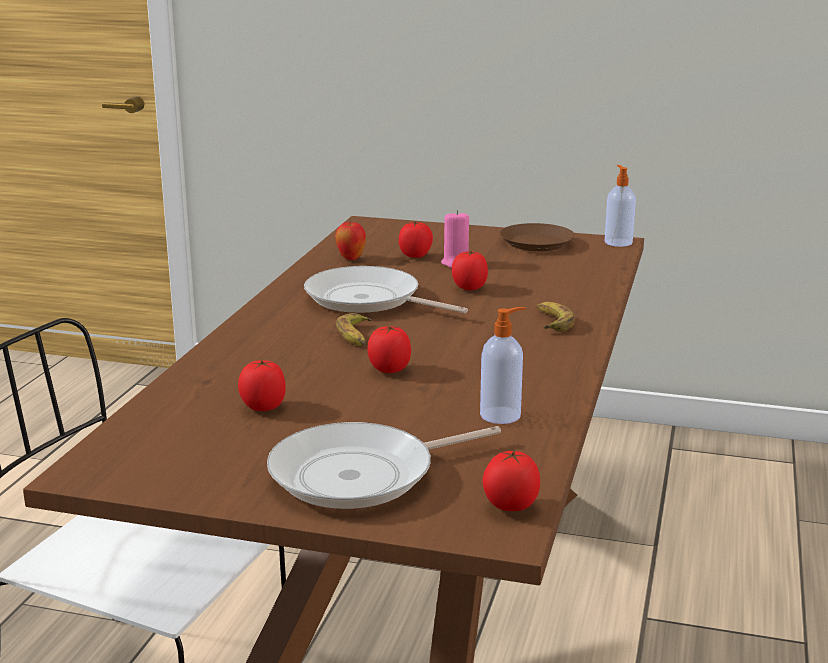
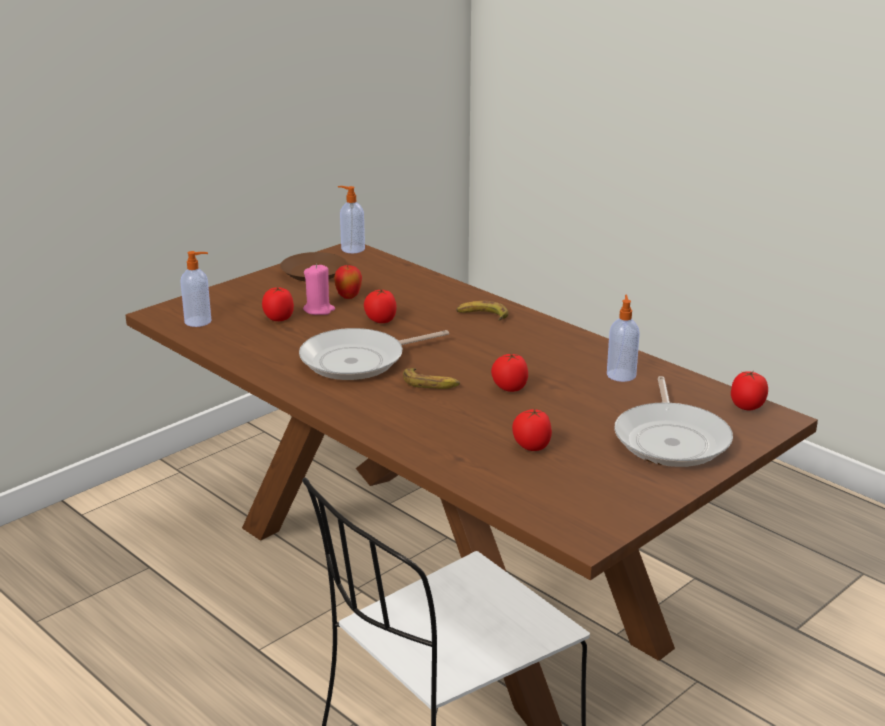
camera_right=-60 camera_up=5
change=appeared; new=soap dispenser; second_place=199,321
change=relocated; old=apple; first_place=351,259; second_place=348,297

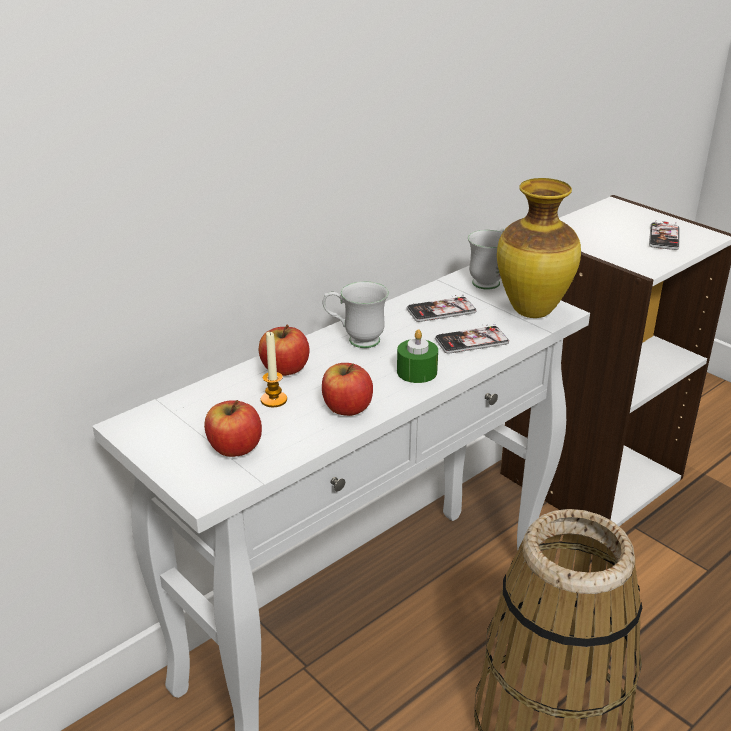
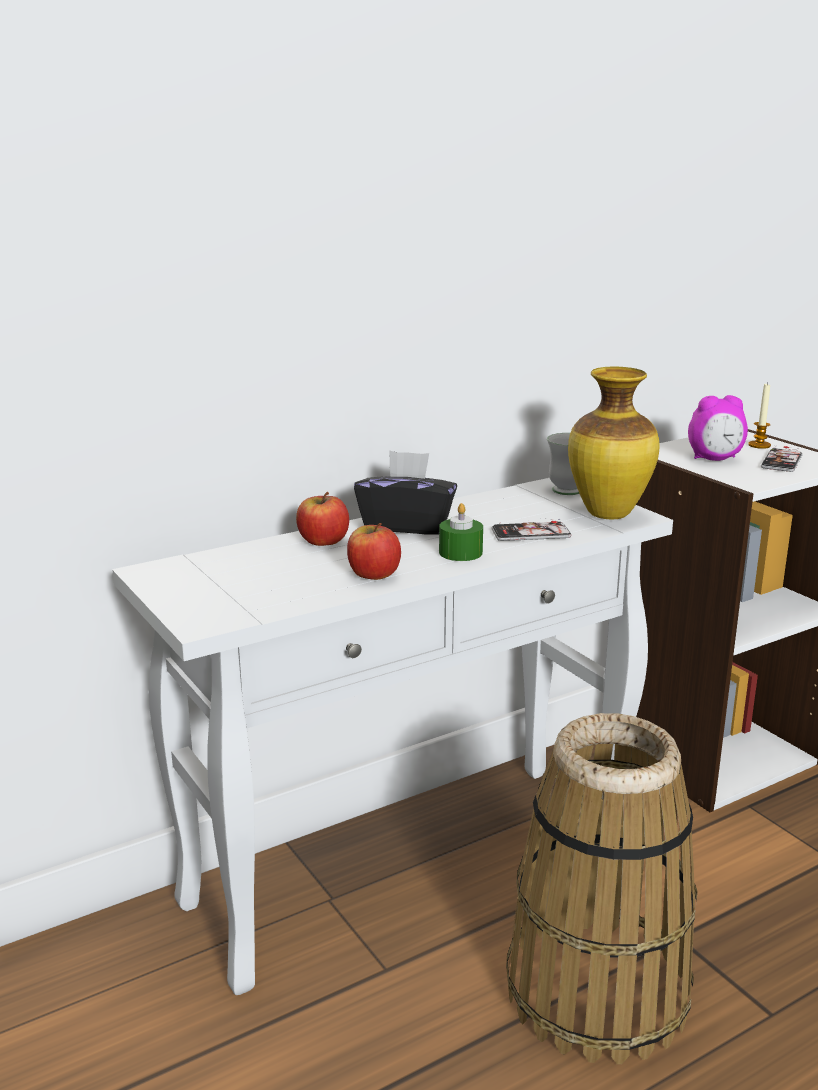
camera_right=10 camera_up=-10
change=missing; old=apple; first_place=234,448
change=missing; old=phone; first_place=441,311
change=appeared; new=alarm clock; second_place=715,459
change=relocated; old=candle; first_place=274,400; second_place=759,445
change=exchanged; old=mug (white); new=tissue box (black); first_place=355,340; second_place=407,525

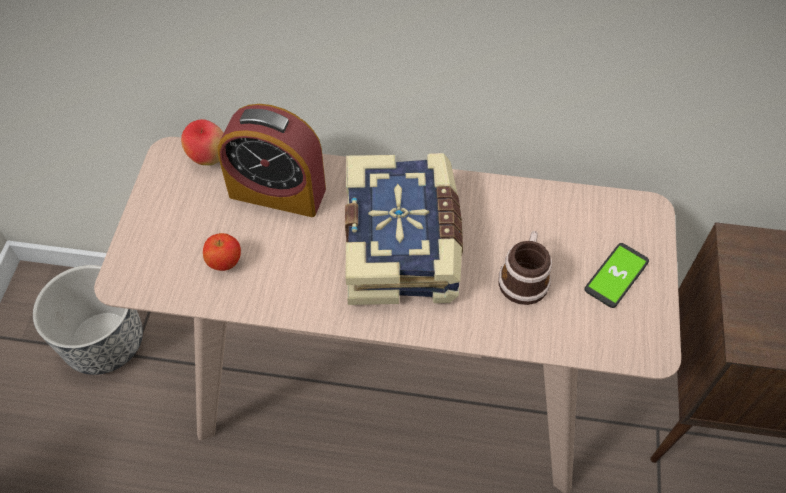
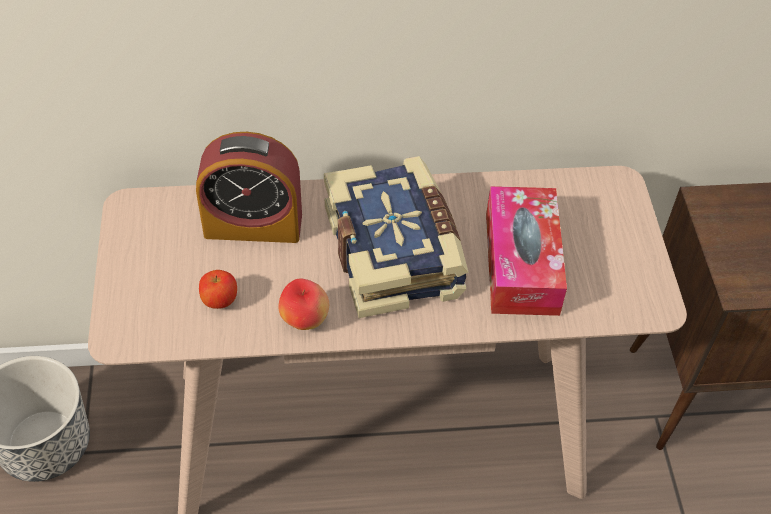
camera_right=-15 camera_up=-5
change=missing; old=phone; first_place=616,276
change=relocated; old=apple; first_place=209,158; second_place=304,320
change=exchanged; old=mug; new=tissue box; first_place=524,277; second_place=521,263

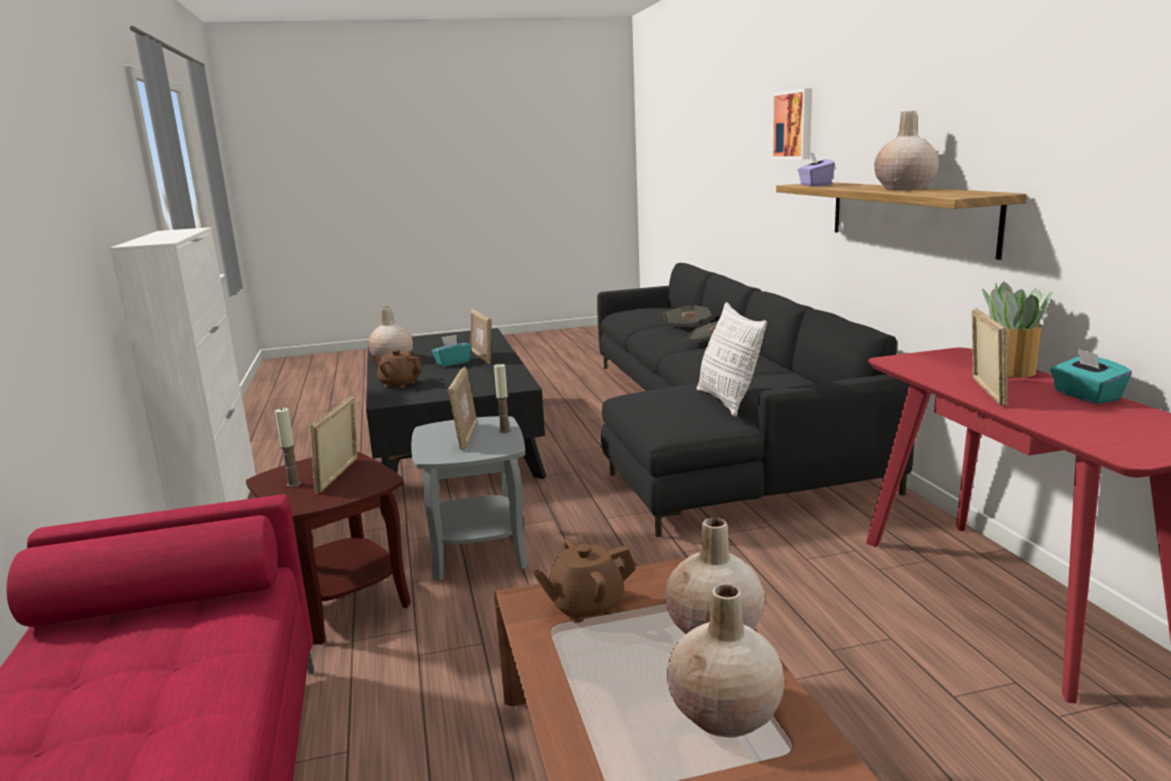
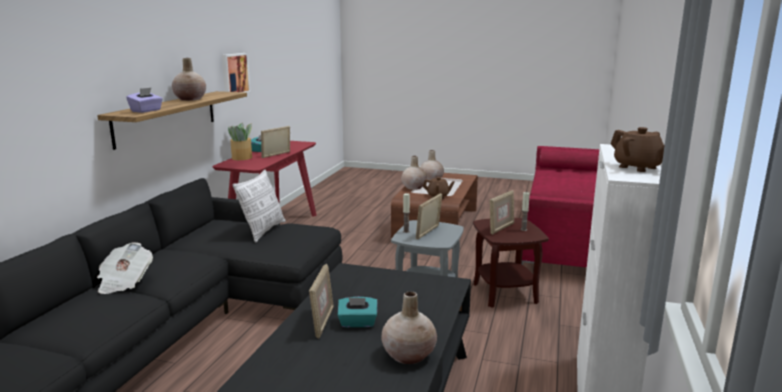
camera_right=-150 camera_up=0
change=missing; old=newspaper; first_place=687,329
change=relocated; old=teapot (brown); first_place=399,384; second_place=638,167
change=relocated; old=picture; first_place=794,125; second_place=234,74

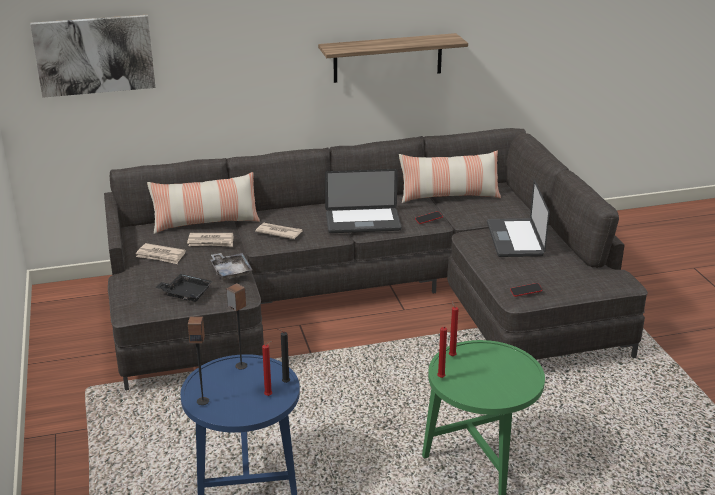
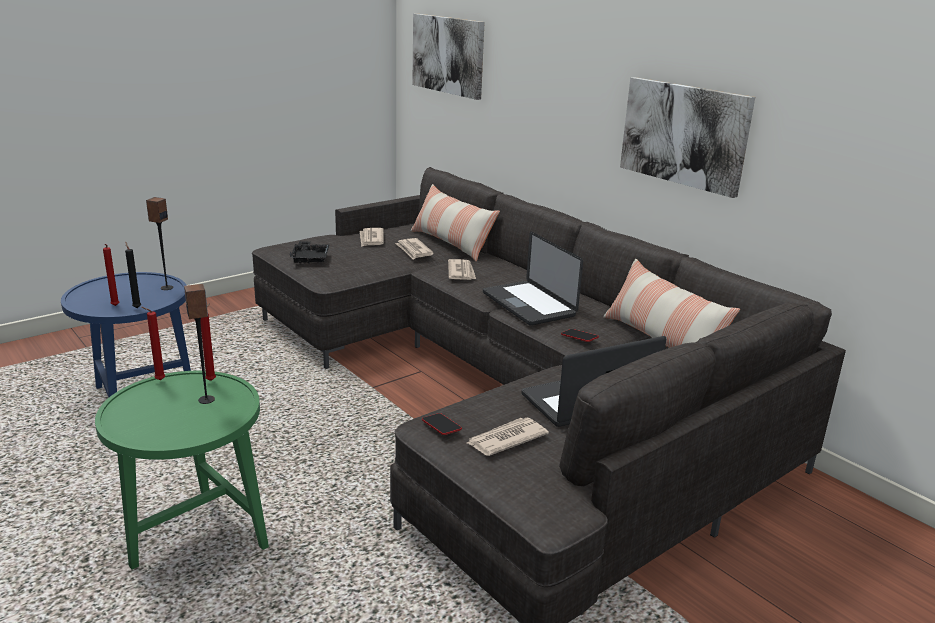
camera_right=65 camera_up=-5
change=missing; old=tray (grey); first_place=230,271
change=appeared; new=newspaper; second_place=505,439
change=relocated; old=speaker; first_place=203,401; second_place=207,399
change=exchanged; old=shelf; new=picture; first_place=388,58; second_place=684,134

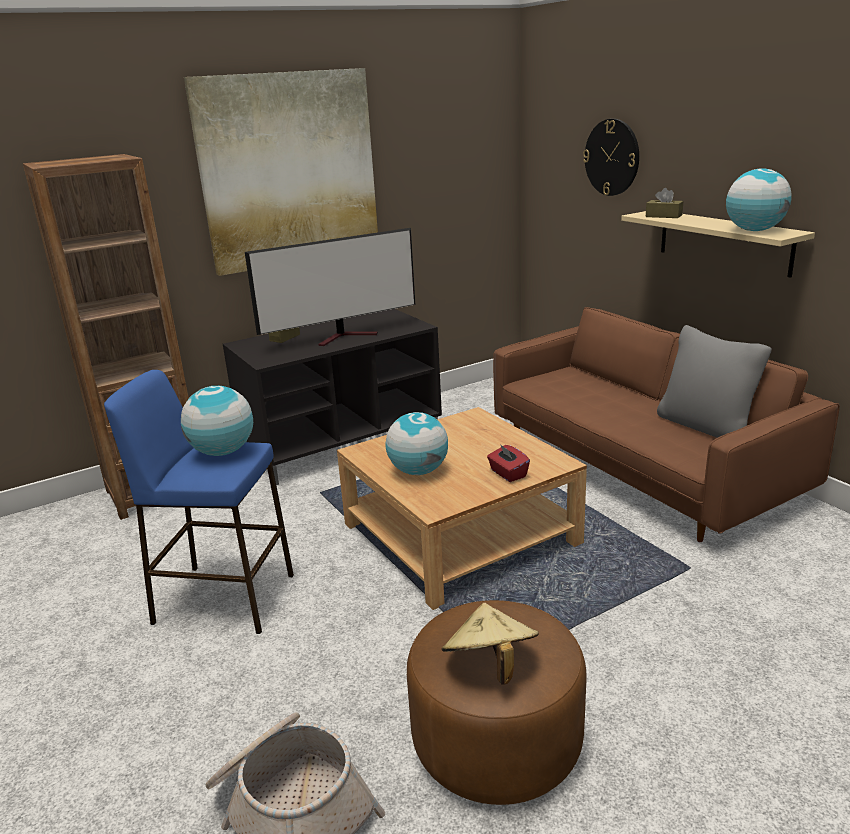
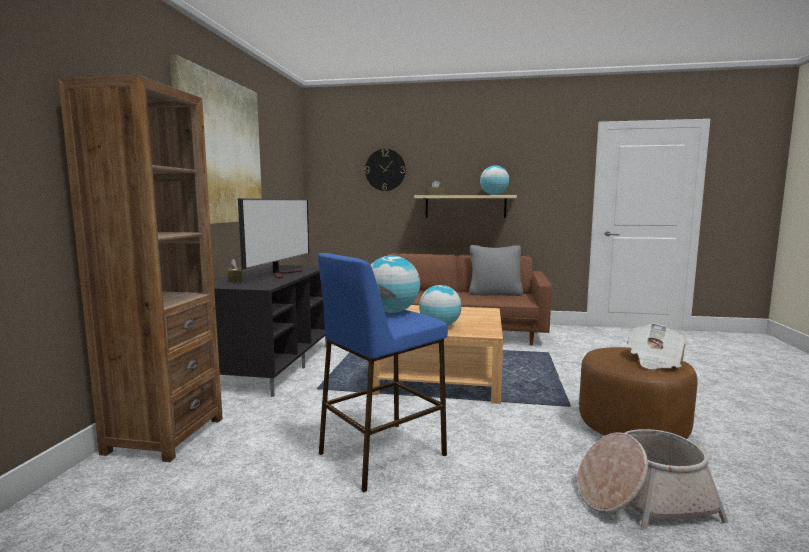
camera_right=-50 camera_up=-15
change=missing; old=tissue box (red); first_place=508,474
change=exchanged; old=hat (beige); new=newspaper; first_place=490,666; second_place=655,361

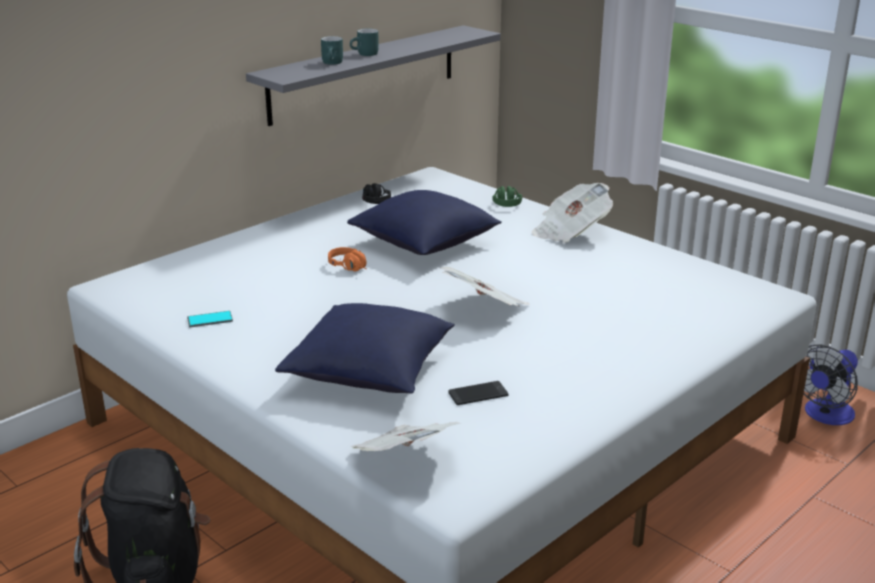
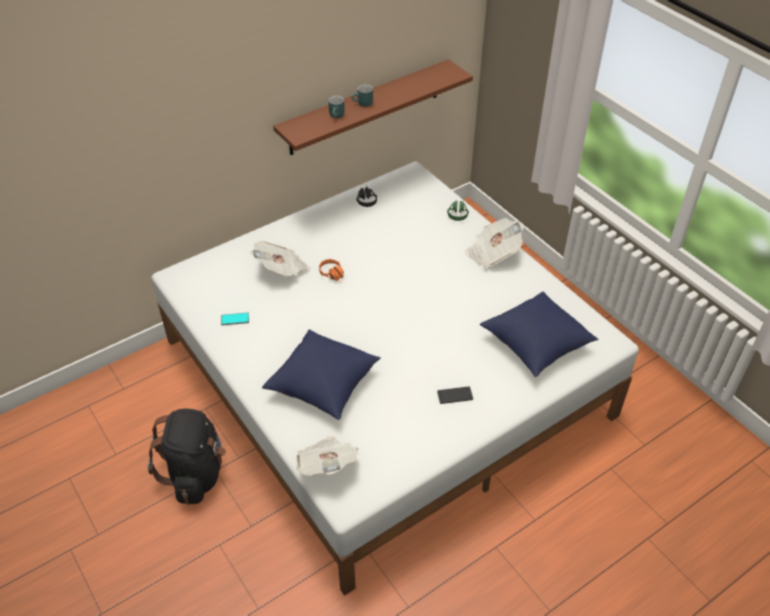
camera_right=10 camera_up=20
change=missing; old=fan; first_place=825,415
change=relocated; old=pillow (blue); first_place=425,244; second_place=536,344
change=relocated; old=newspaper; first_place=485,309; second_place=282,270
change=relocated; old=phone; first_place=478,394; second_place=455,395
change=colour; old=shelf (grey); new=shelf (brown); first_place=364,73; second_place=365,107

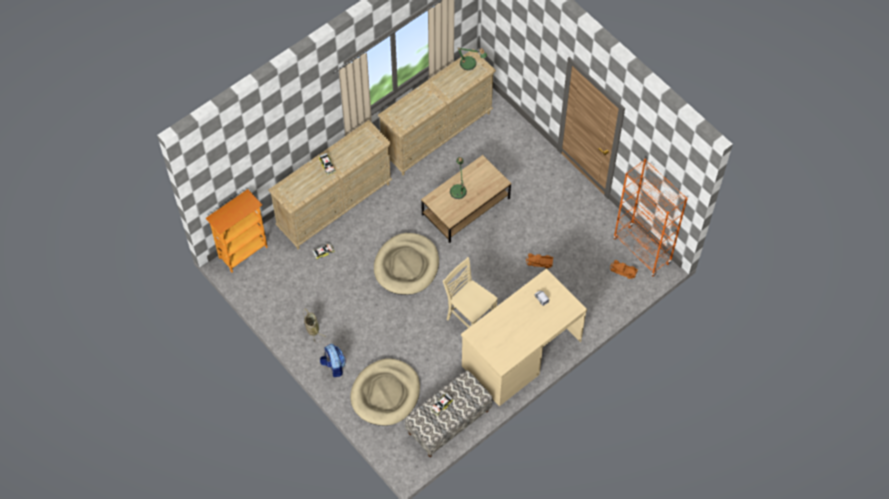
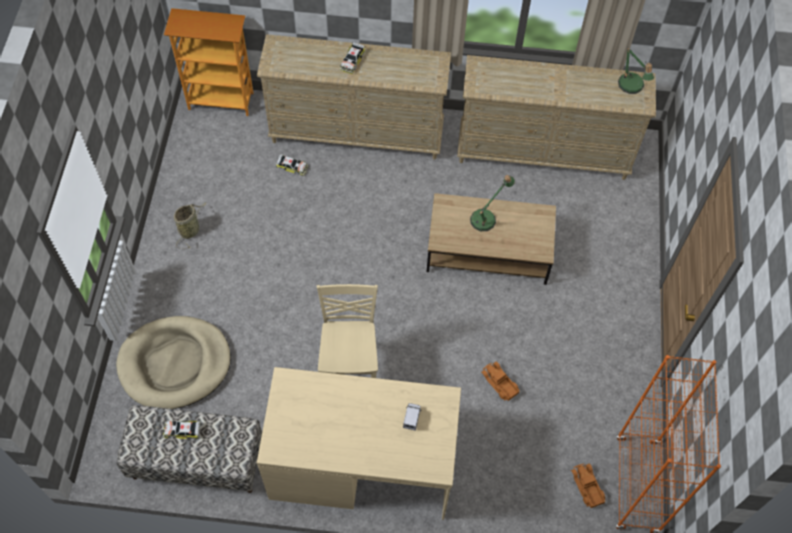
camera_right=45 camera_up=0
change=missing; old=backpack; first_place=333,366
change=missing; old=dog bed (beige); first_place=406,266

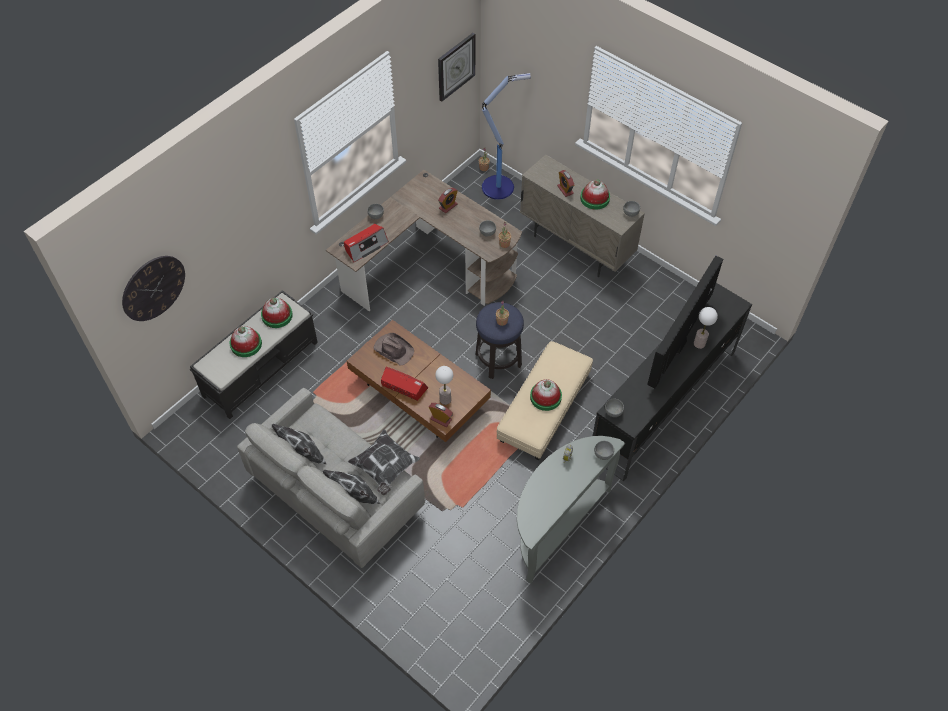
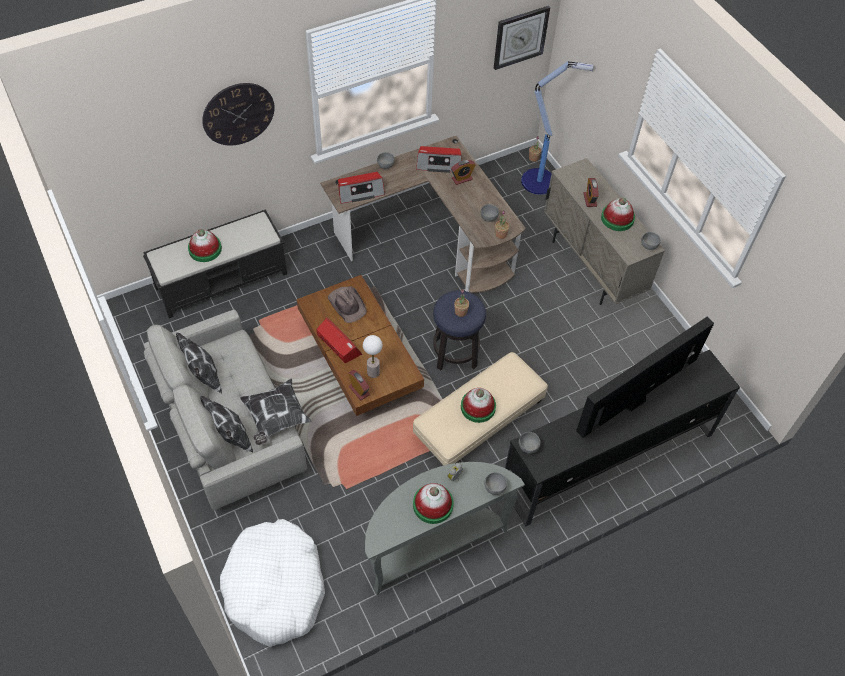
camera_right=20 camera_up=0
change=missing; old=table lamp; first_place=699,343
change=appeared; new=dog bed (white); second_place=275,587
change=appeared; new=radio; second_place=439,164
change=relocated; old=wall clock; first_place=153,288; second_place=238,114
change=relocated; old=hat; first_place=277,315; second_place=433,505

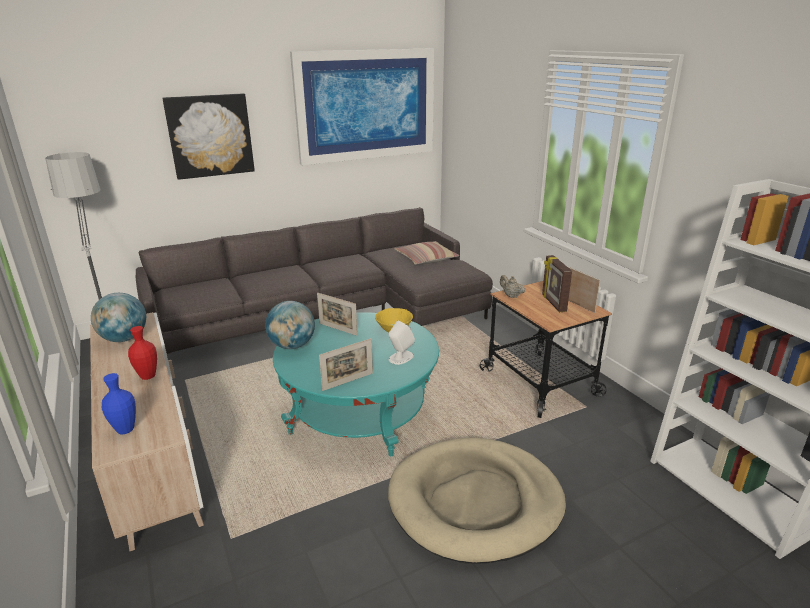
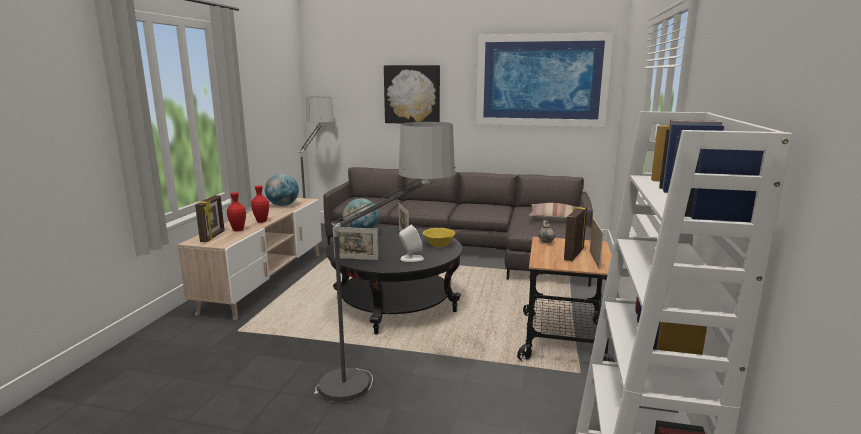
camera_right=40 camera_up=-10
change=appeared; new=vase (red); second_place=238,230
change=exchanged; old=vase (blue); new=picture frame; first_place=125,430; second_place=213,236
change=exchanged; old=dog bed (beige); new=floor lamp; first_place=475,502; second_place=384,382
change=colour; old=coffee table (turquoise); new=coffee table (black); first_place=360,412; second_place=396,305

